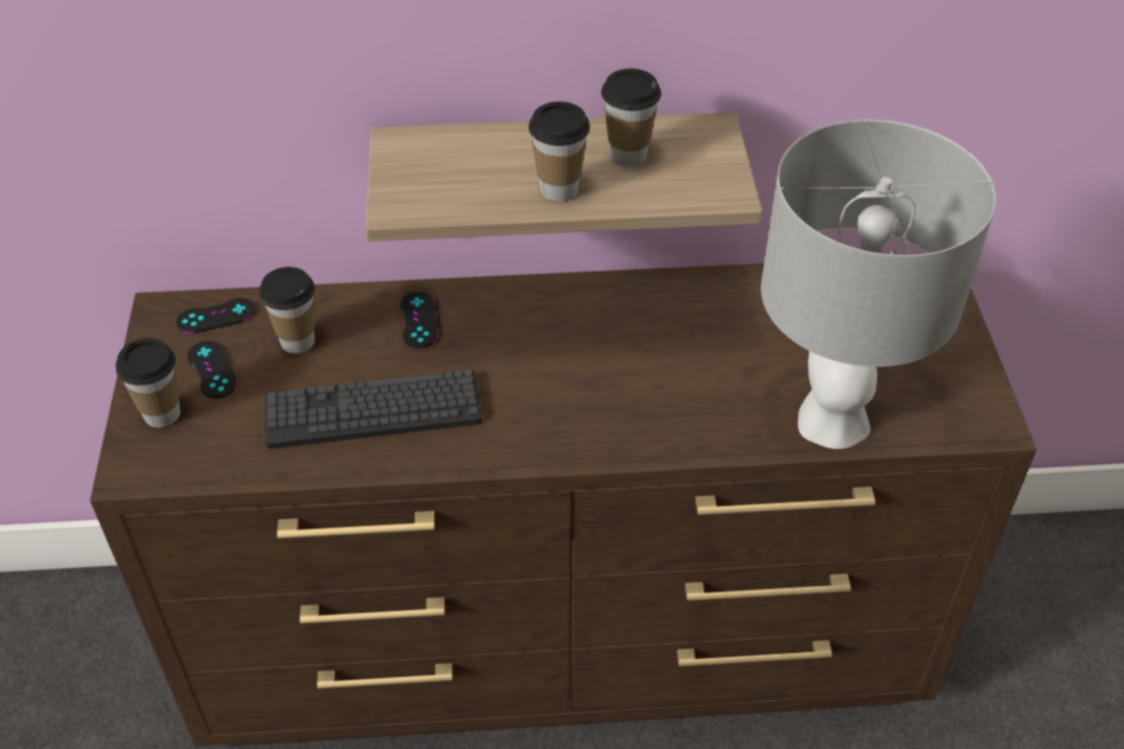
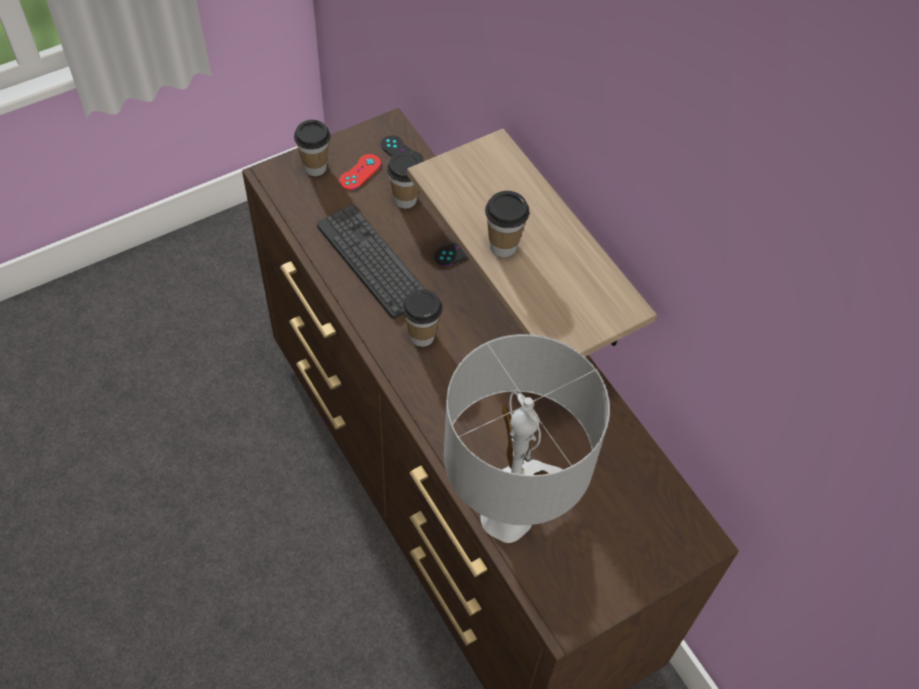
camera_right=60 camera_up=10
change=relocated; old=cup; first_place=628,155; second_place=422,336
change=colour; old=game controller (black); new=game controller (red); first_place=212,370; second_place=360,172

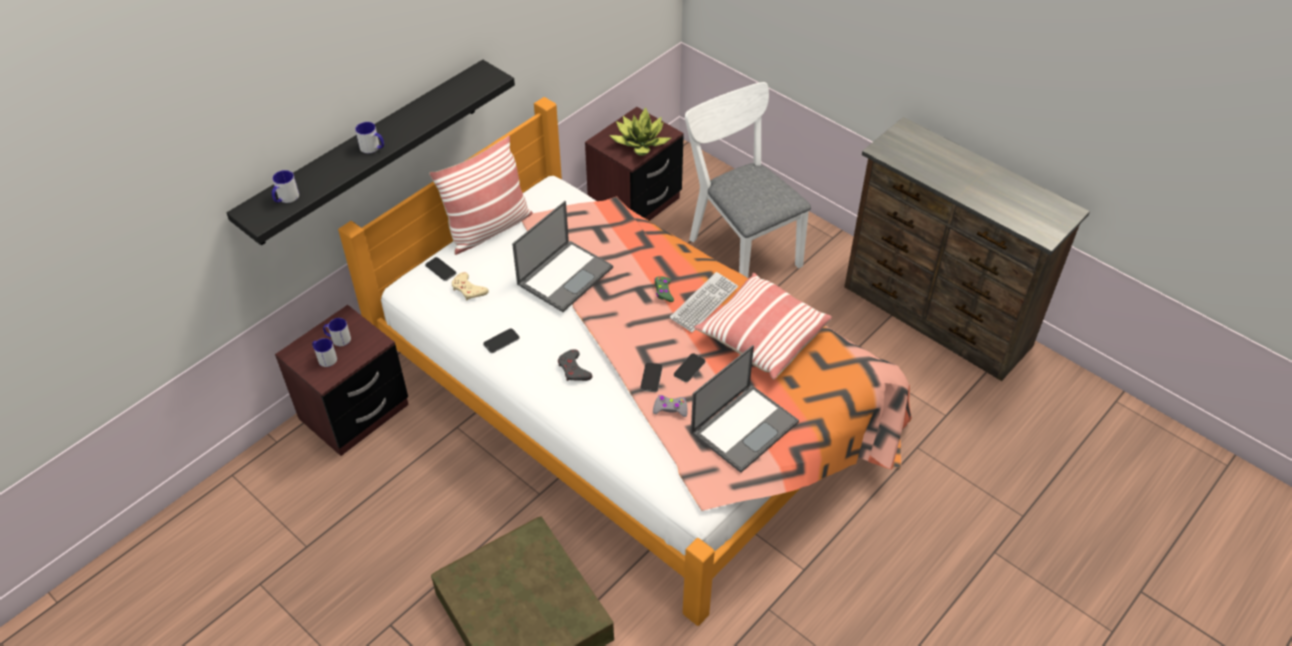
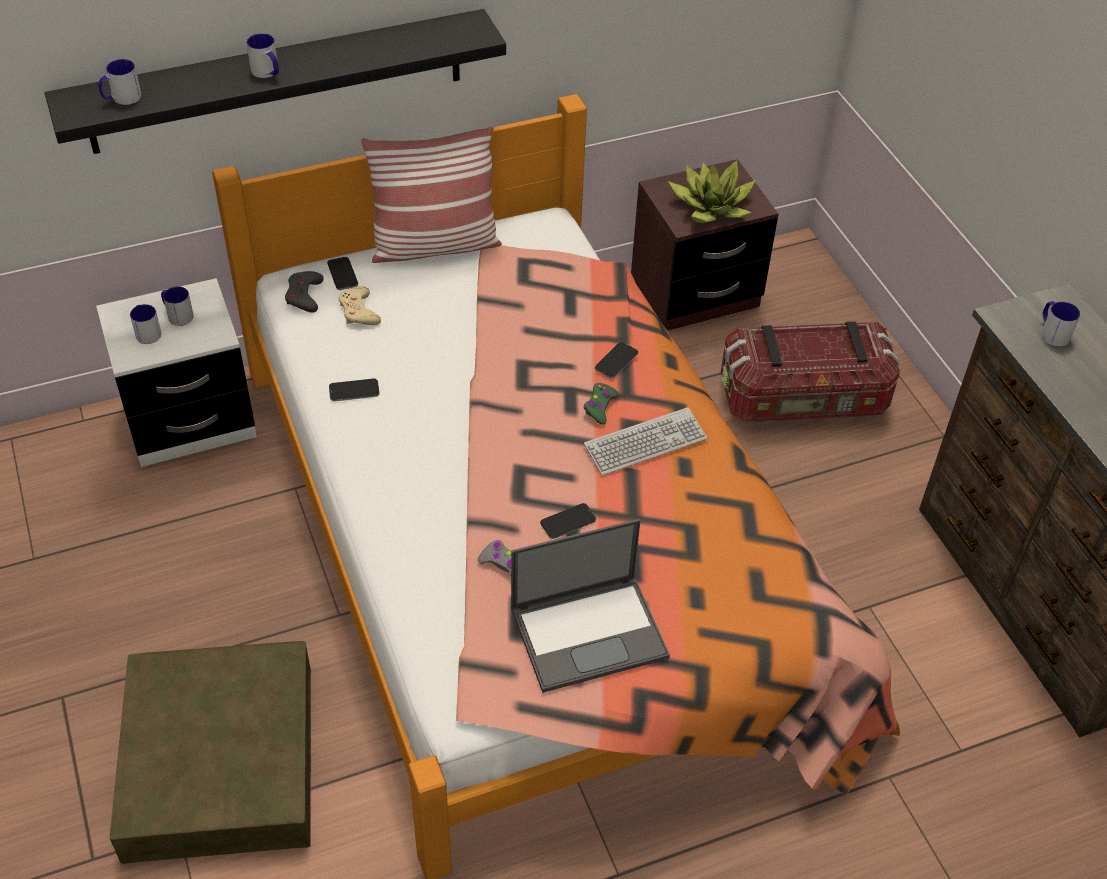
camera_right=25 camera_up=0
change=missing; old=laptop; first_place=565,275
change=missing; old=pillow; first_place=761,336
change=appeared; new=mug; second_place=1052,332
change=relocated; old=game controller (grey); first_place=574,369; second_place=304,295
change=relocated; old=phone; first_place=651,378; second_place=616,361
change=exchanged; old=chair (white); new=storage box; first_place=740,246; second_place=803,400
change=colour; old=nightstand (brown); new=nightstand (white); first_place=354,412; second_place=190,421

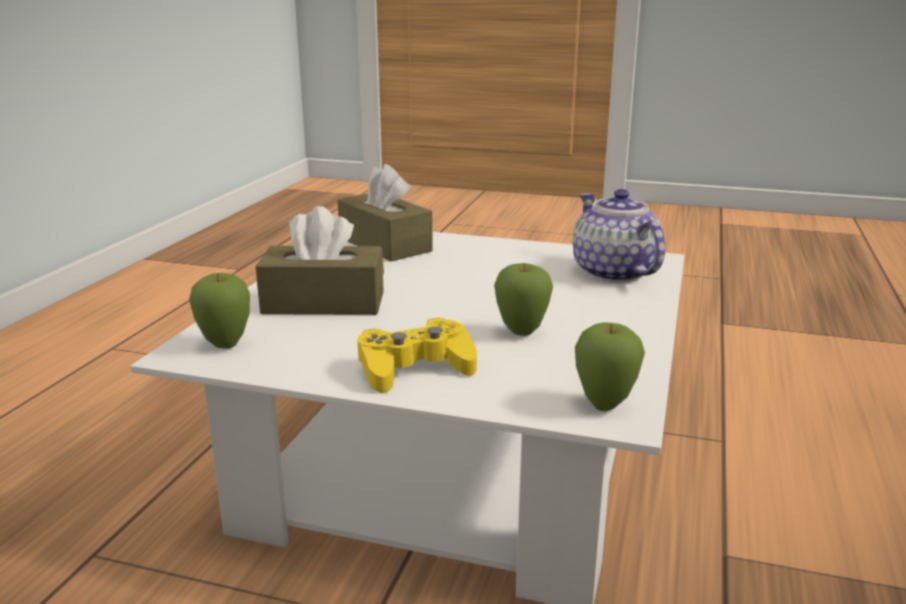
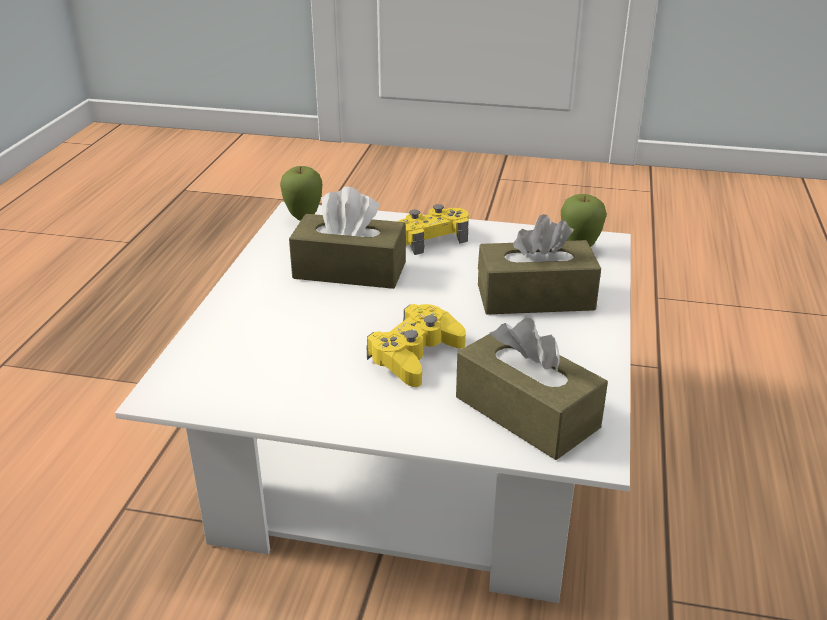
camera_right=175 camera_up=10
change=missing; old=teapot; first_place=614,273
change=appeared; new=game controller (yellow); second_place=415,355
change=exchanged; old=apple; new=tissue box (brown); first_place=522,333; second_place=349,270

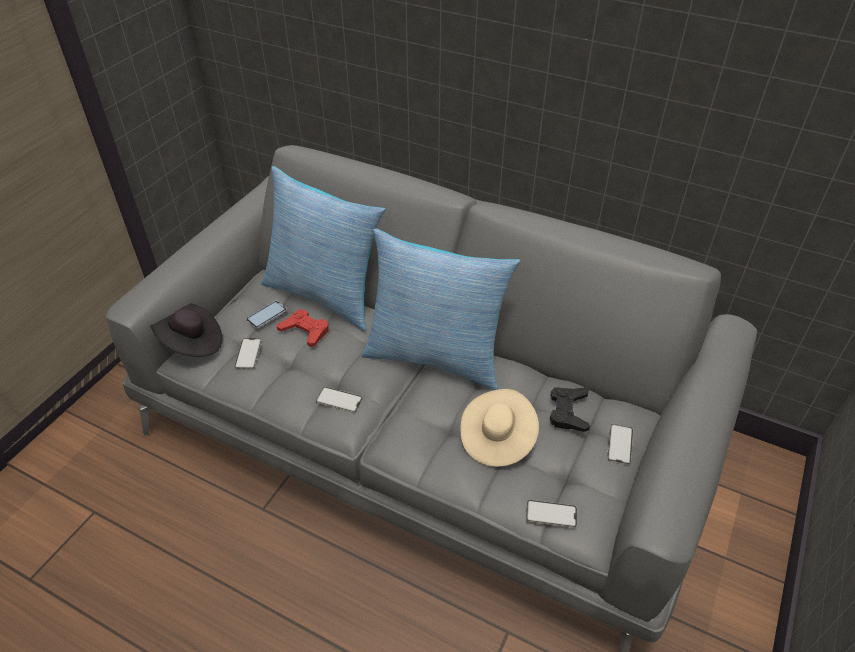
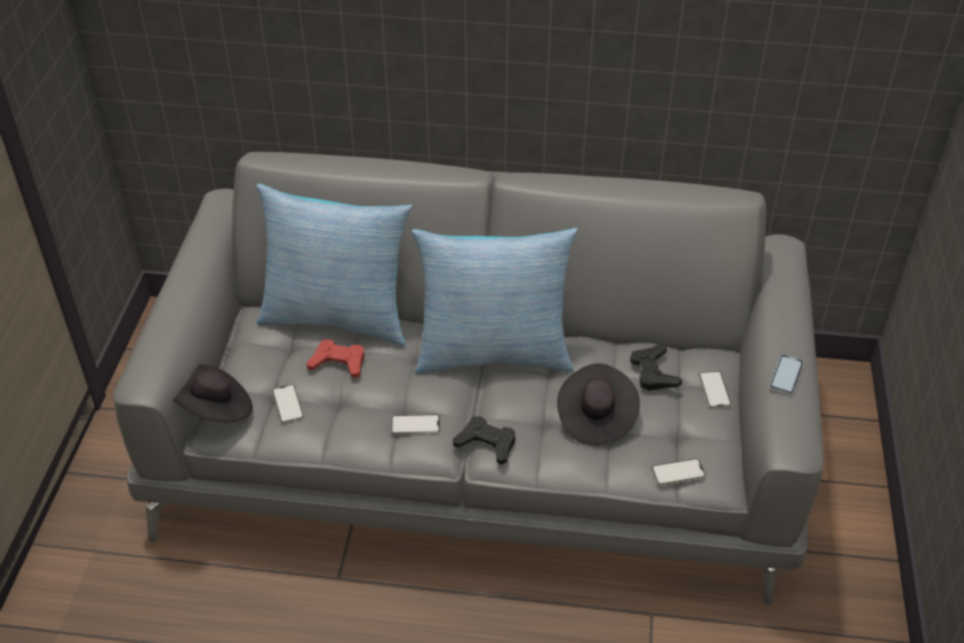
camera_right=-20 camera_up=0
change=appeared; new=game controller (black); second_place=486,443
change=relocated; old=phone; first_place=266,315; second_place=786,375
change=colour; old=hat (beige); new=hat (black); first_place=497,438; second_place=595,417

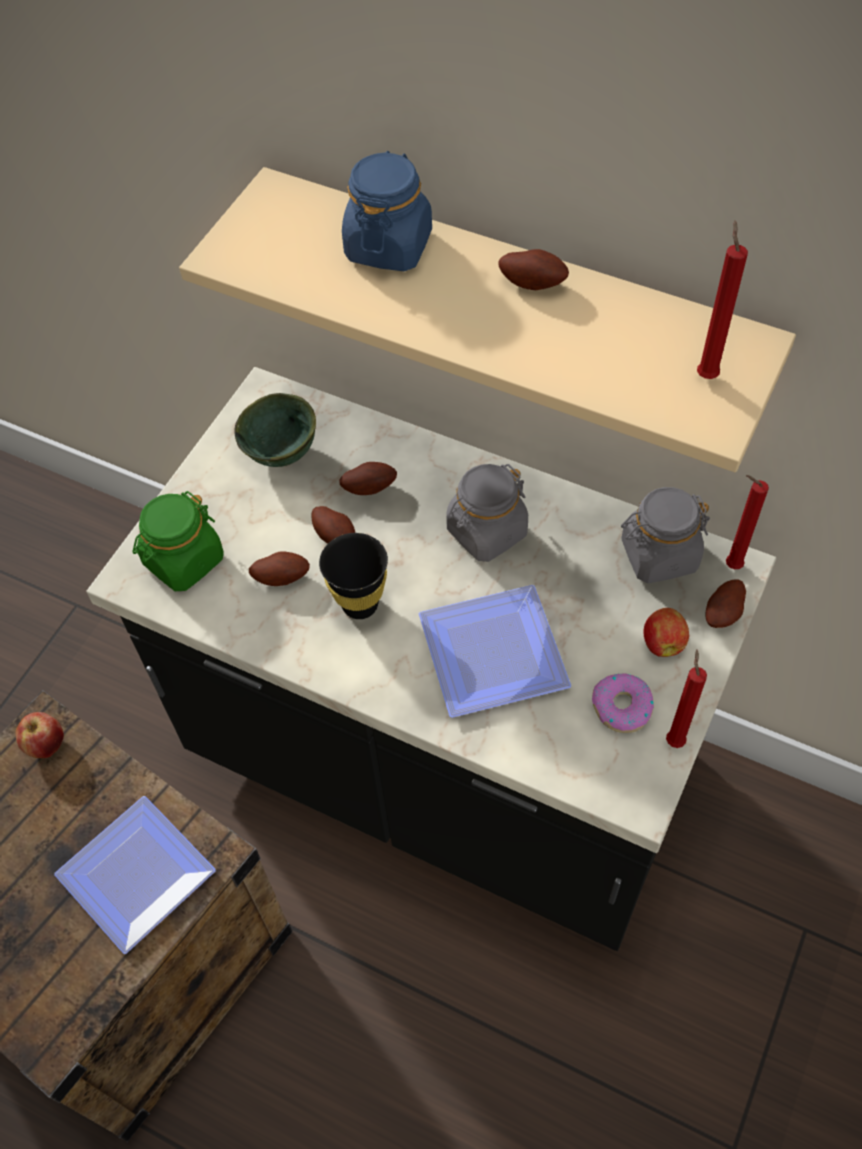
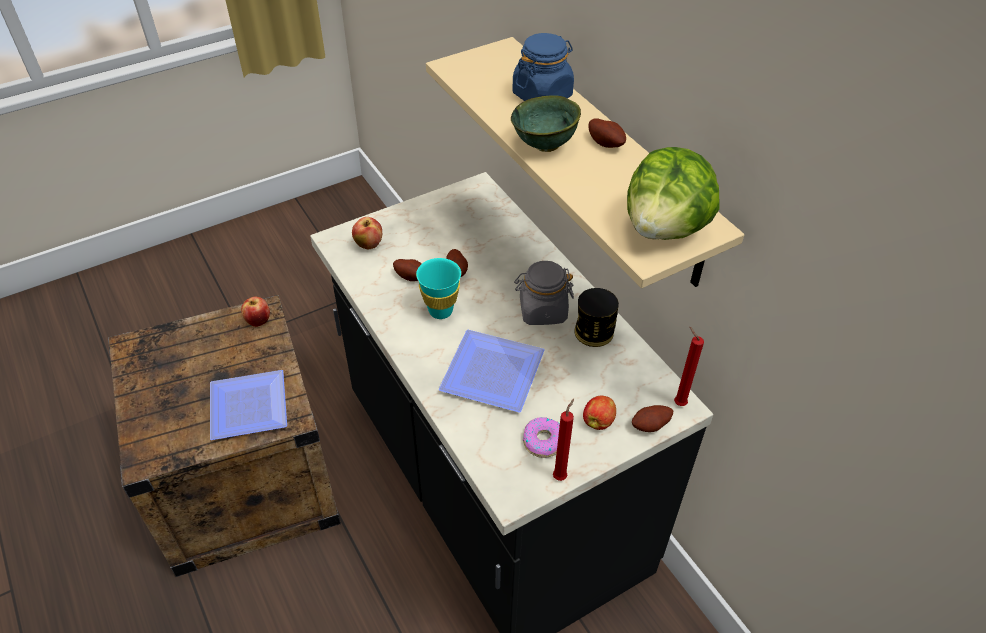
camera_right=30 camera_up=-10
change=missing; old=potato; first_place=369,486
change=missing; old=jar (grey); first_place=658,555
change=appeared; new=can; second_place=594,332
change=relocated; old=bowl (green); first_place=283,454; second_place=545,146
change=exchanged; old=jar (green); new=apple; first_place=183,561; second_place=368,244
change=exchanged; old=candle (red); new=lettuce; first_place=706,374; second_place=665,228
change=colour; old=cup (black); new=cup (turquoise); first_place=360,604; second_place=440,311

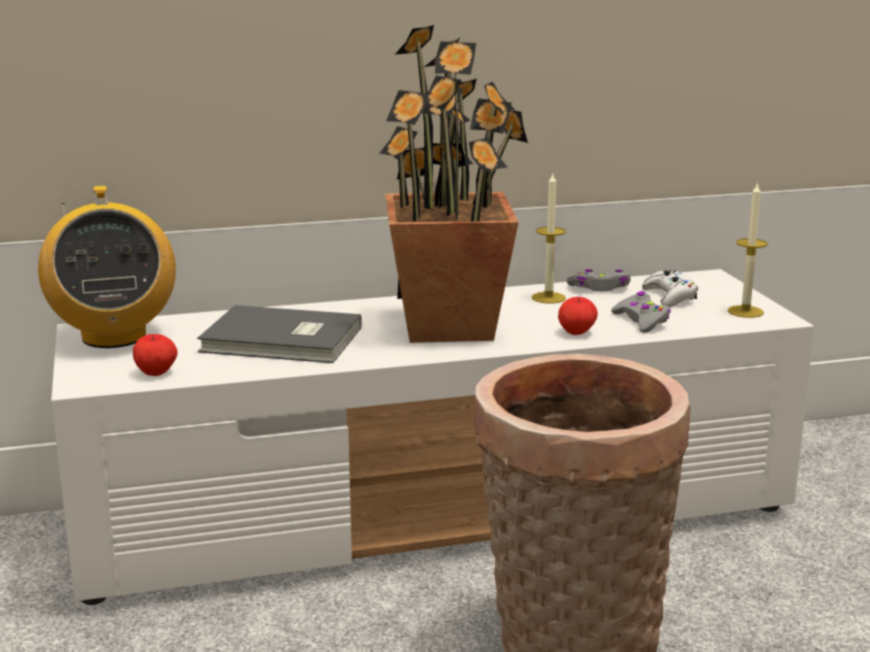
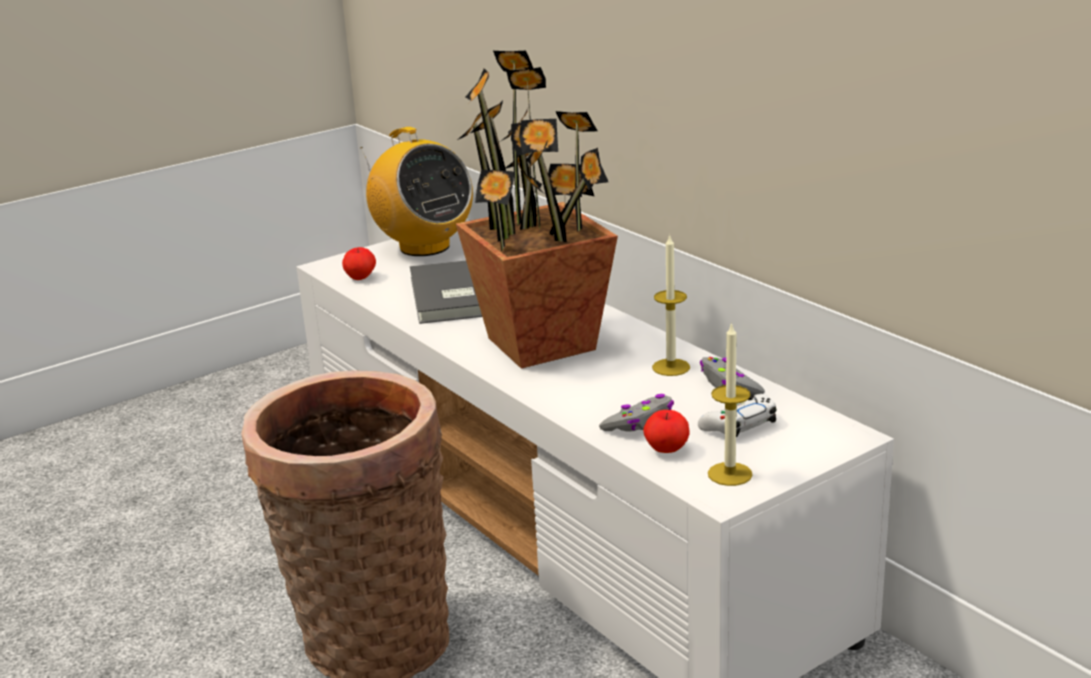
camera_right=70 camera_up=5
change=relocated; old=apple; first_place=577,333; second_place=666,450
change=spun; old=radio; first_place=113,336; second_place=424,247; degrees=-90

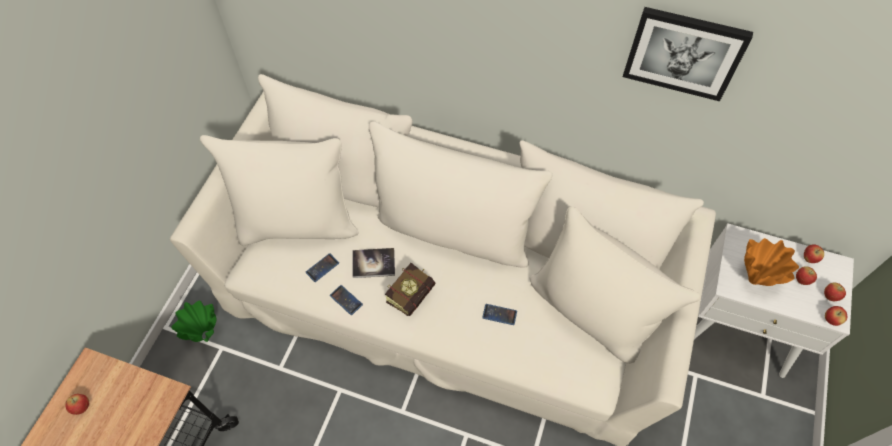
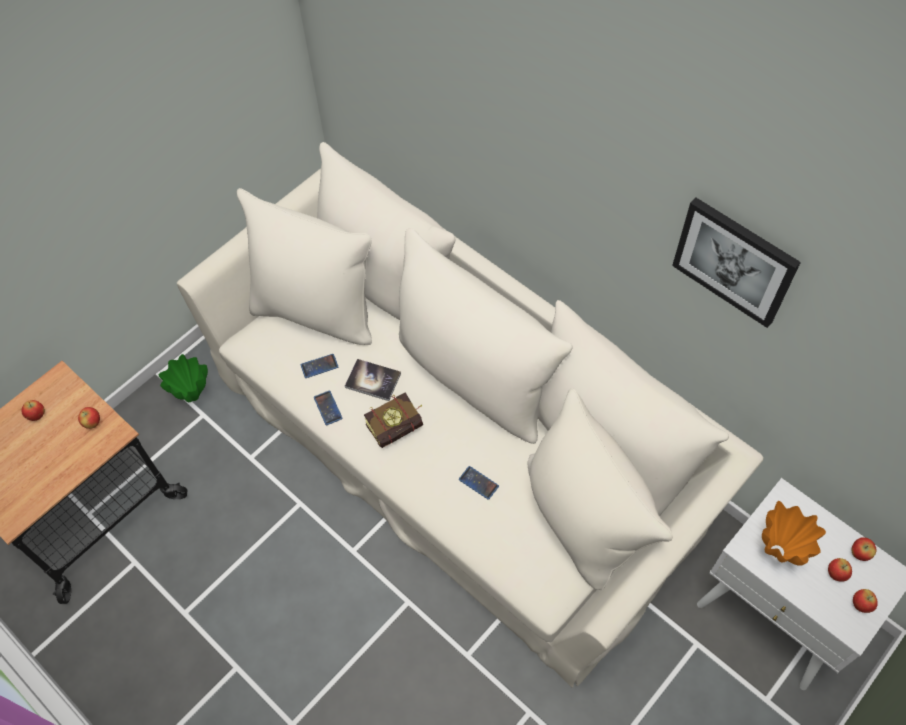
camera_right=25 camera_up=0
change=relocated; old=apple; first_place=831,320; second_place=93,423

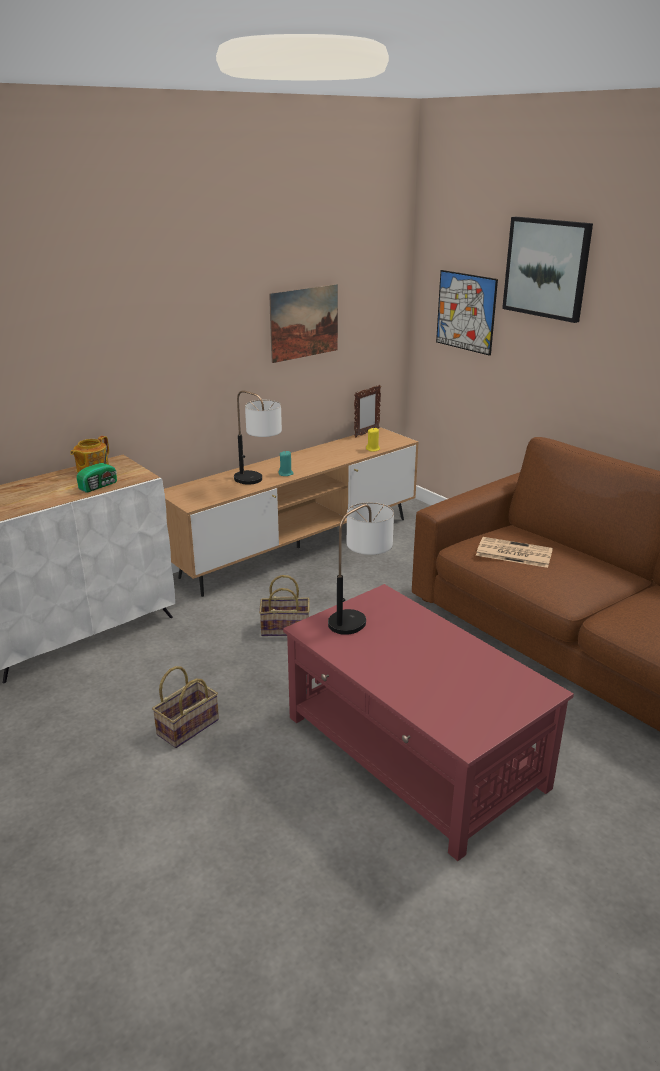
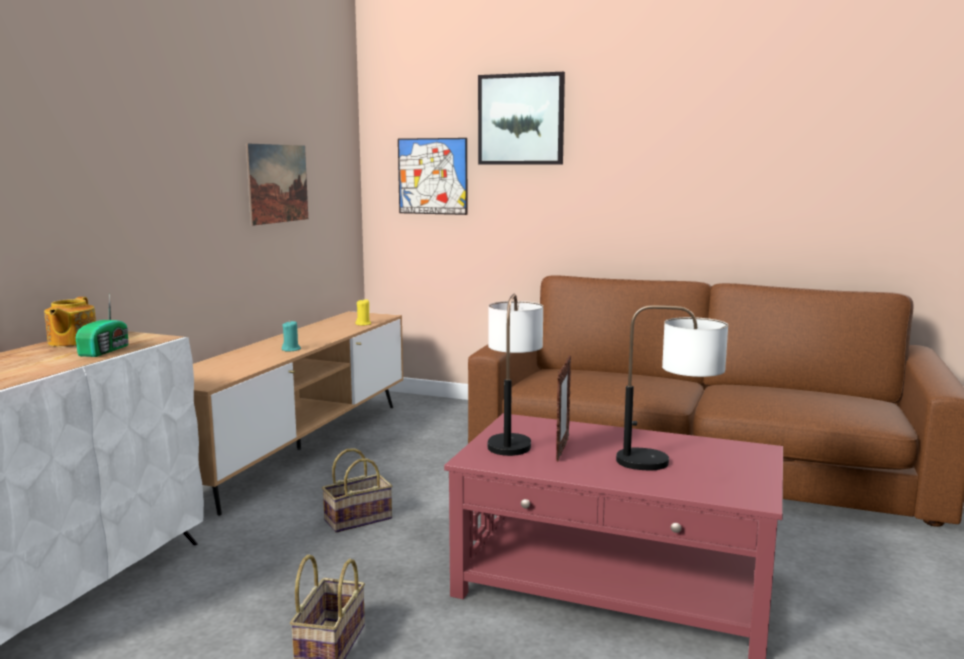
camera_right=-30 camera_up=-15
change=missing; old=newspaper; first_place=513,553
change=relocated; old=table lamp; first_place=258,482; second_place=668,463
change=relocated; old=picture frame; first_place=366,433; second_place=562,450

